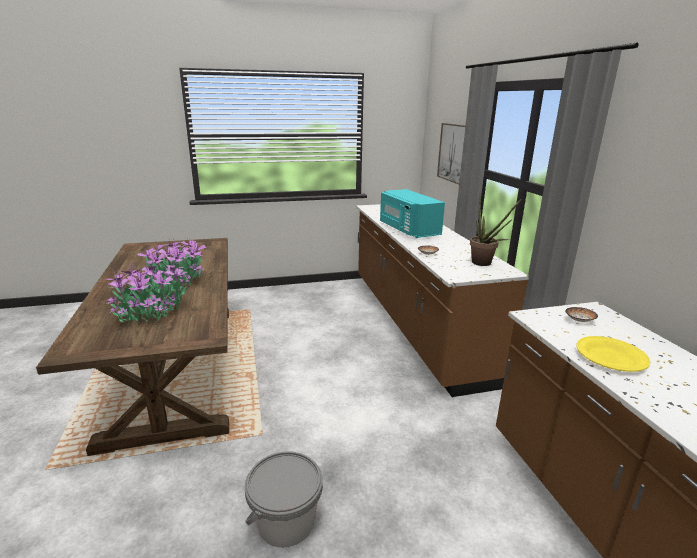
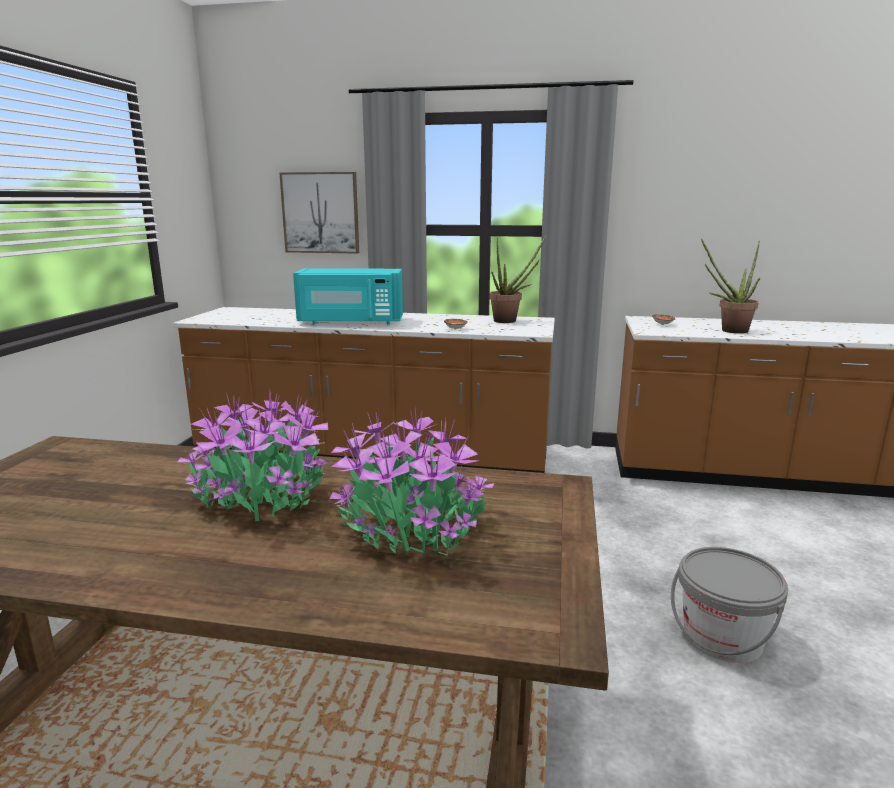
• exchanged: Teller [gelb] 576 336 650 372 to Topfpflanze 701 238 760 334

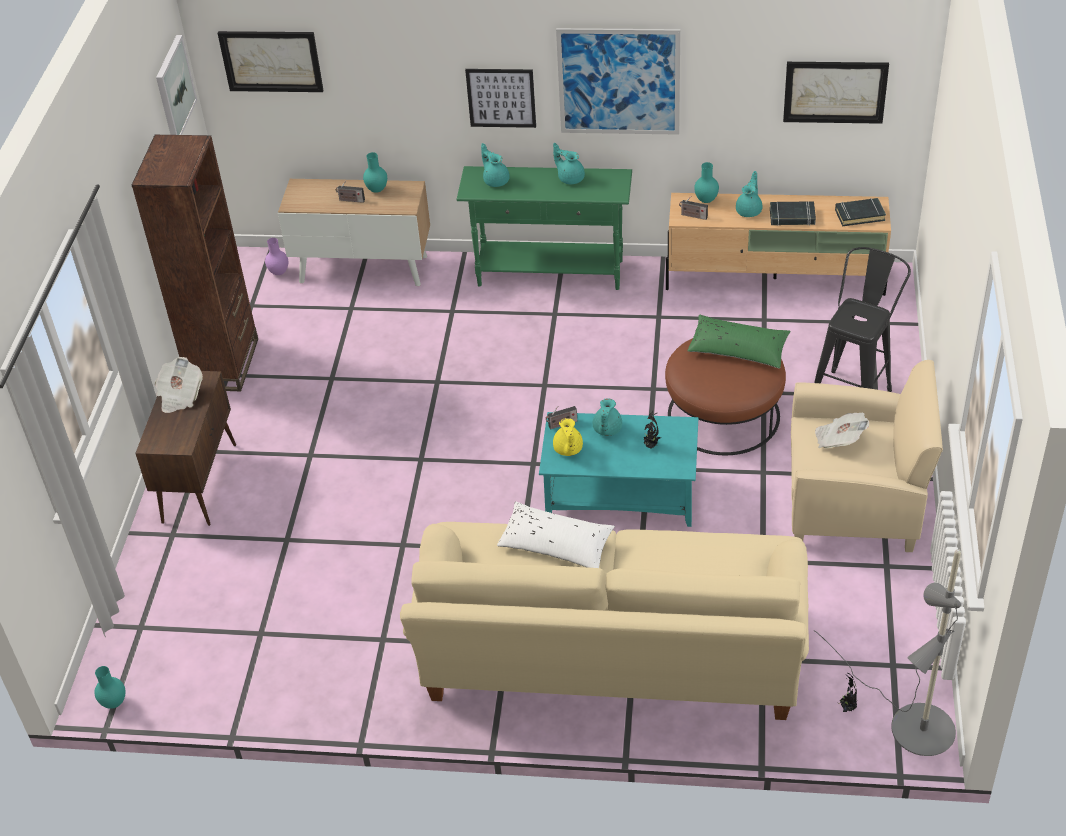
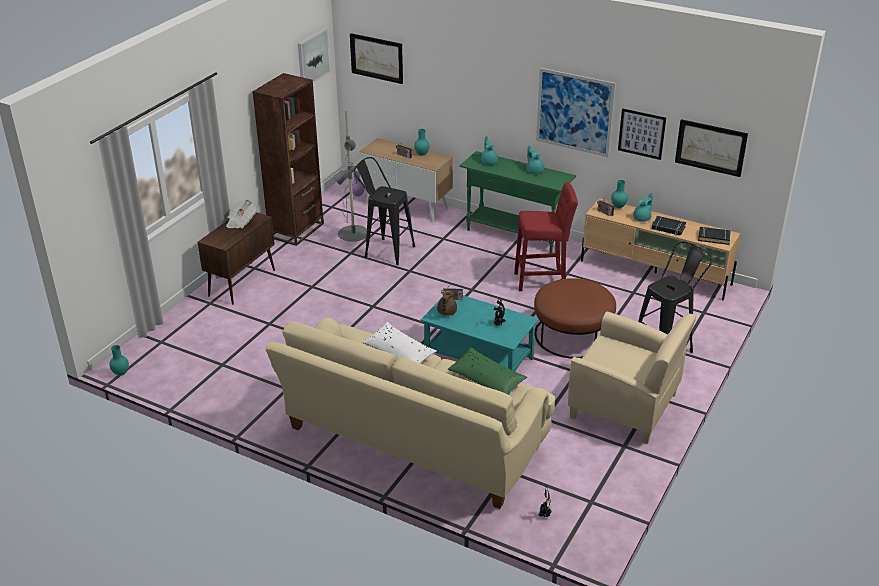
• missing: Teekanne [türkis] 593 398 622 436
• missing: Zeitung 815 413 869 448
• appeared: Hocker [schwarz] 354 157 415 265
• appeared: Hocker [rot] 514 182 578 291
• relocated: Bild 465 69 536 128 to 618 108 666 160
• relocated: Kissen [grün] 687 315 791 369 to 448 347 527 395
• relocated: Stehlampe [grau] 813 549 961 756 to 334 109 367 242
• colour: Teekanne [gelb] 553 418 583 456 to Teekanne [braun] 437 290 457 316

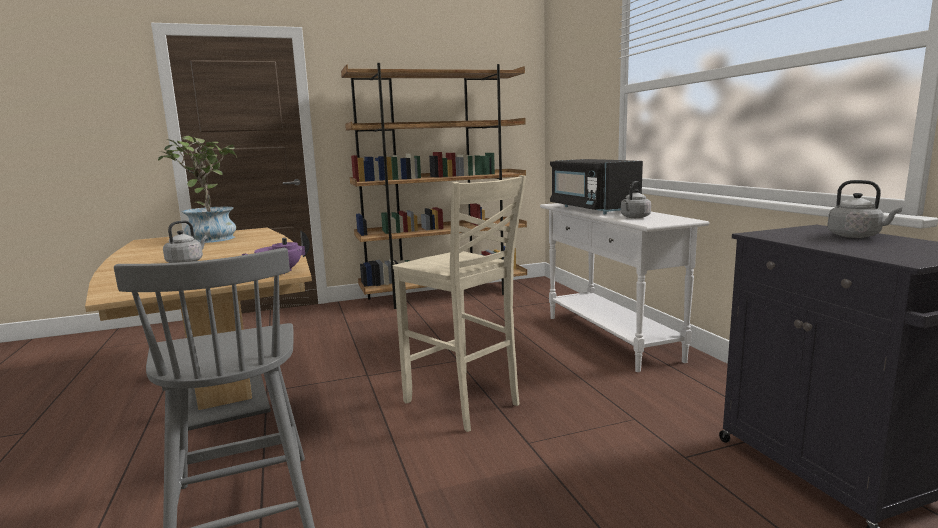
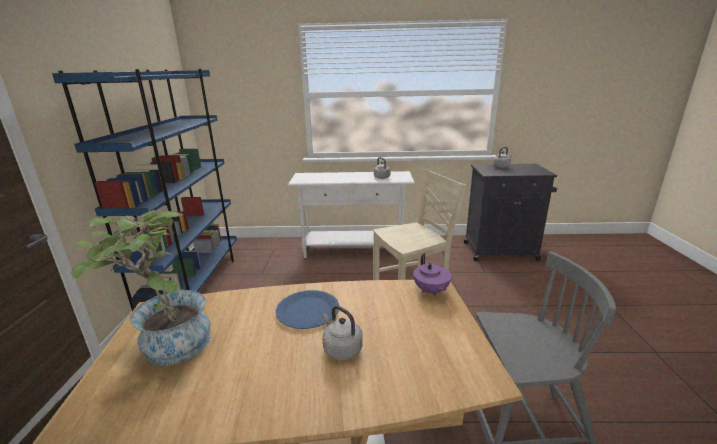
• missing: Mikrowelle [schwarz] 550 159 643 214
• appeared: Teller [blau] 276 290 339 329
• colour: Bücherregal [braun] 341 63 527 309 to Bücherregal [blau] 52 69 237 311

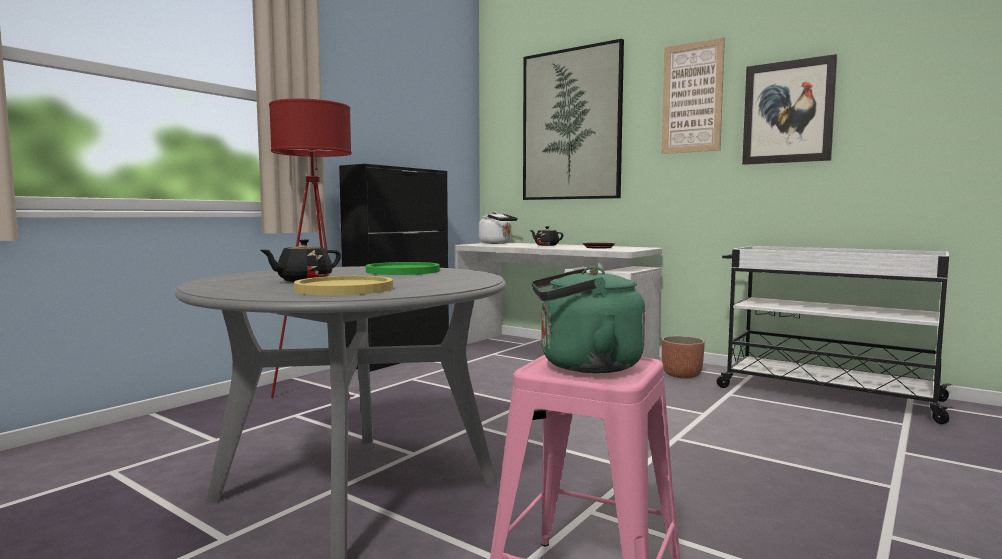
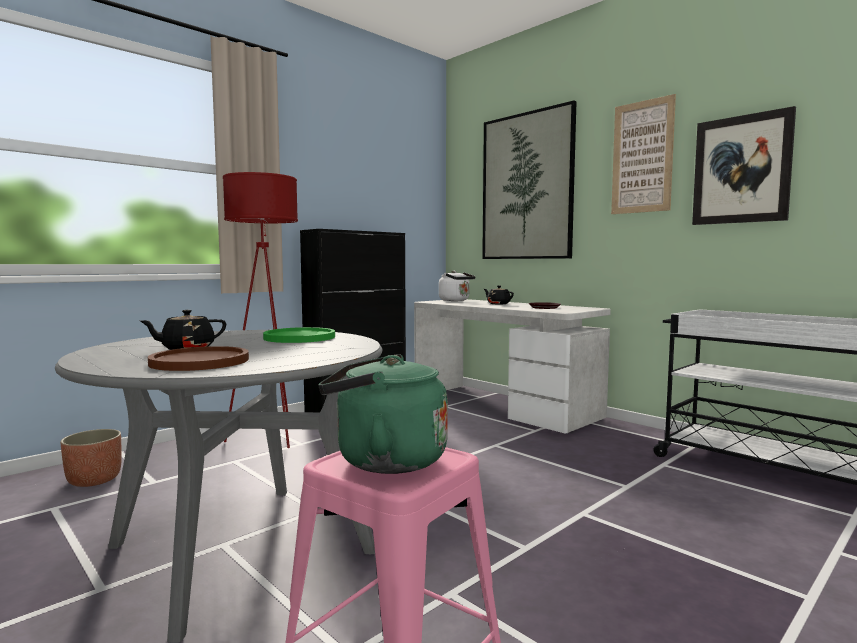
• relocated: Pflanzkübel 662 336 705 378 to 60 429 122 487
• colour: Teller [gelb] 294 276 393 295 to Teller [braun] 148 346 249 371

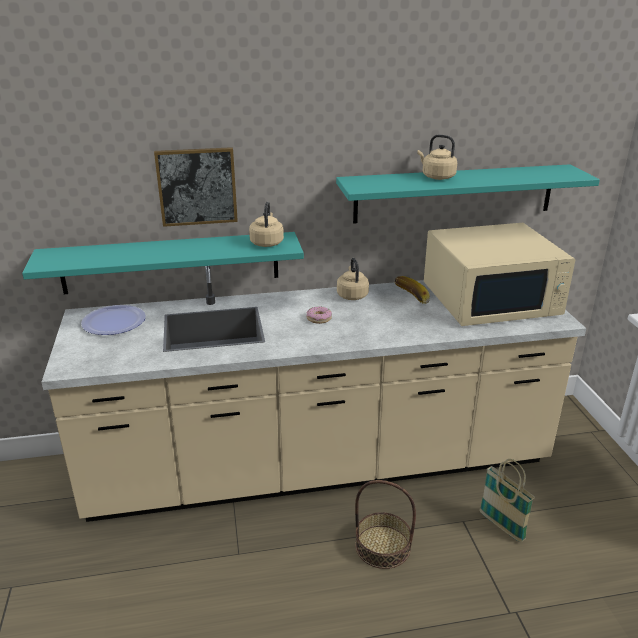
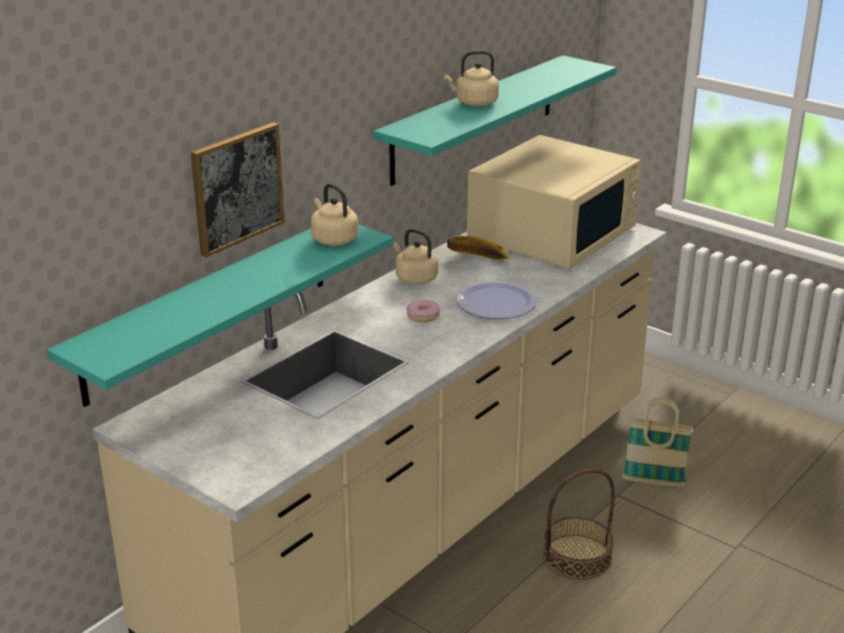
• relocated: Teller 81 305 146 335 to 457 281 537 319

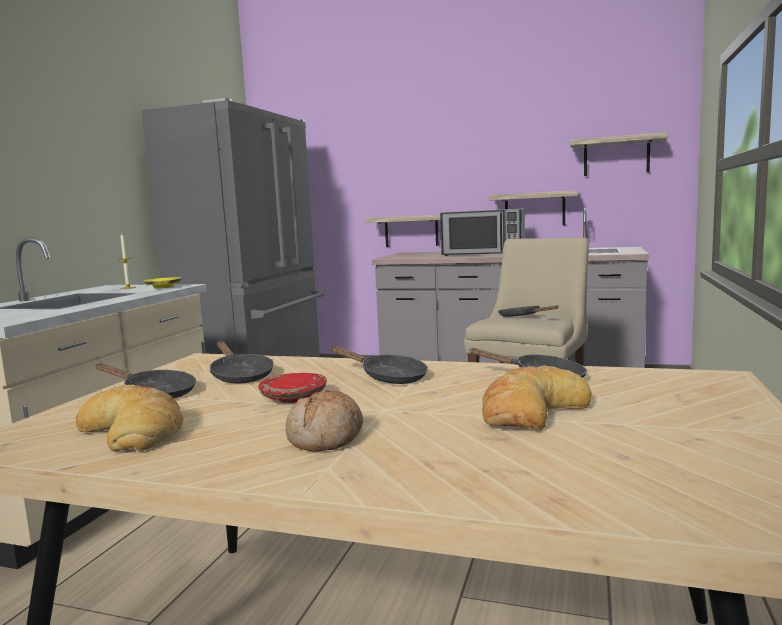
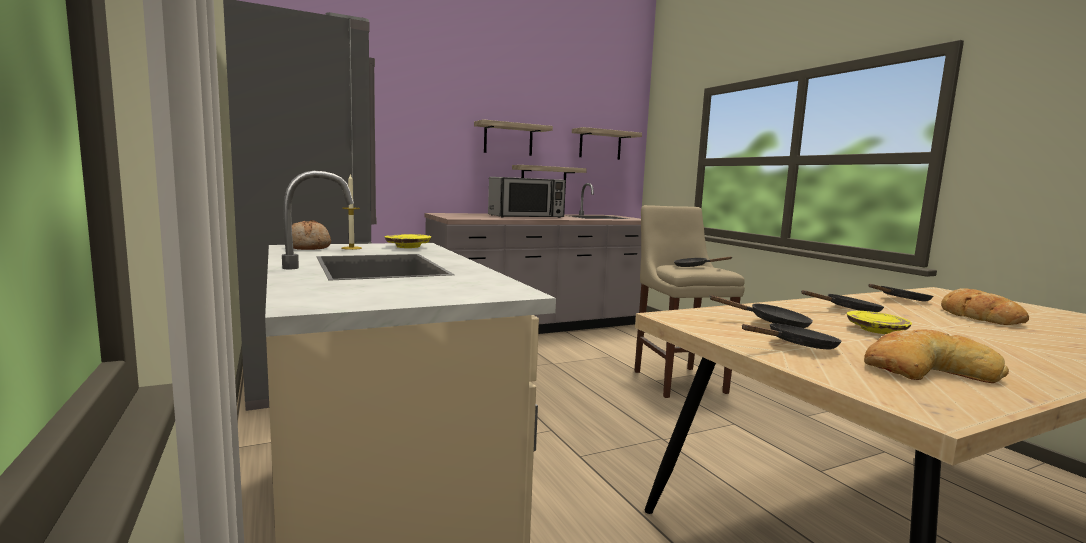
• relocated: Brot 285 390 363 451 to 292 220 331 250
• relocated: Wandregal 366 215 440 247 to 474 119 553 156
• colour: Teller [rot] 258 373 327 403 to Teller [gelb] 847 311 912 334

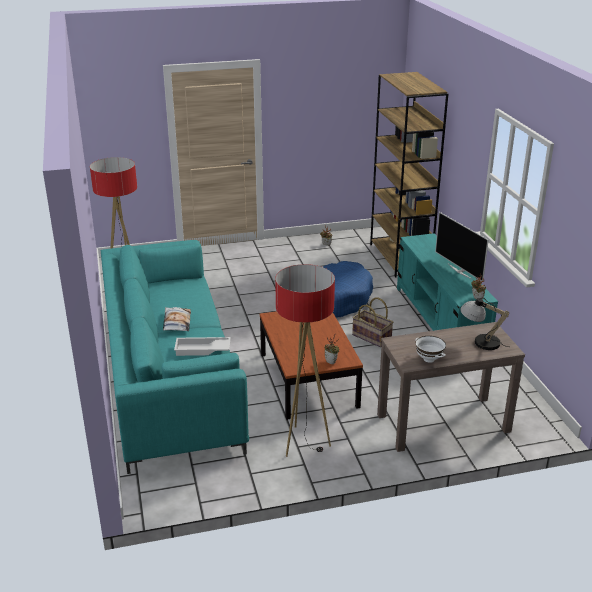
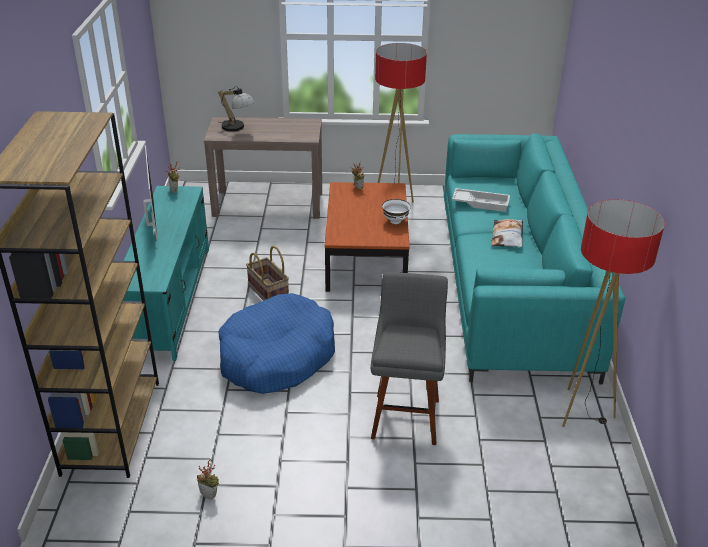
• appeared: Hocker [grau] 371 272 448 445
• relocated: Schüssel [weiß] 415 336 446 363 to 382 199 411 224

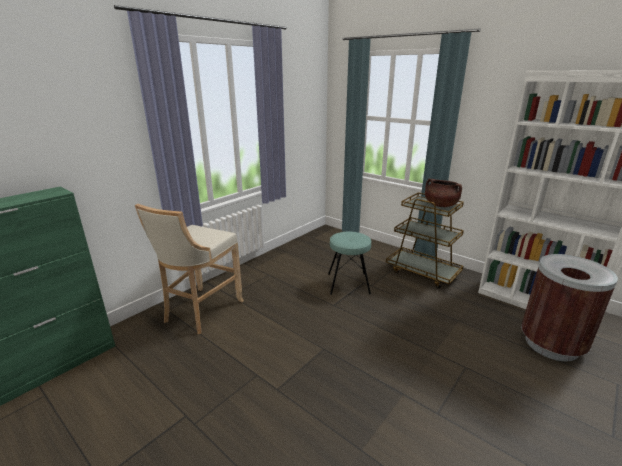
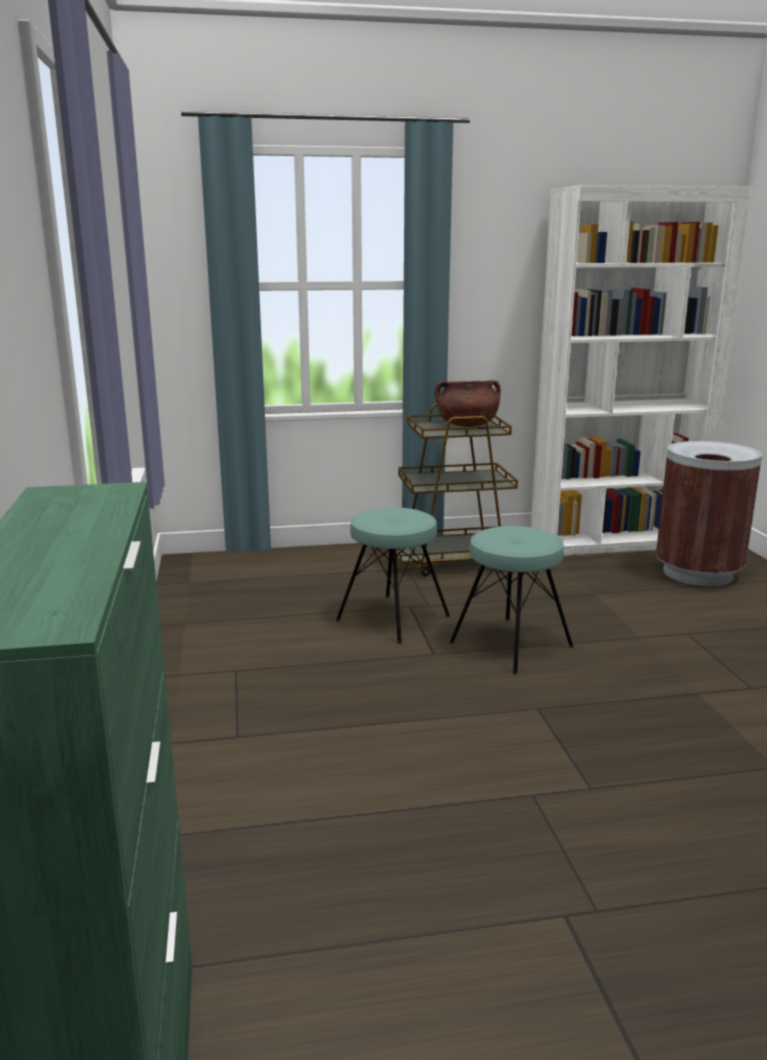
• missing: Hocker [beige] 135 204 244 334
• appeared: Hocker [türkis] 449 526 574 674

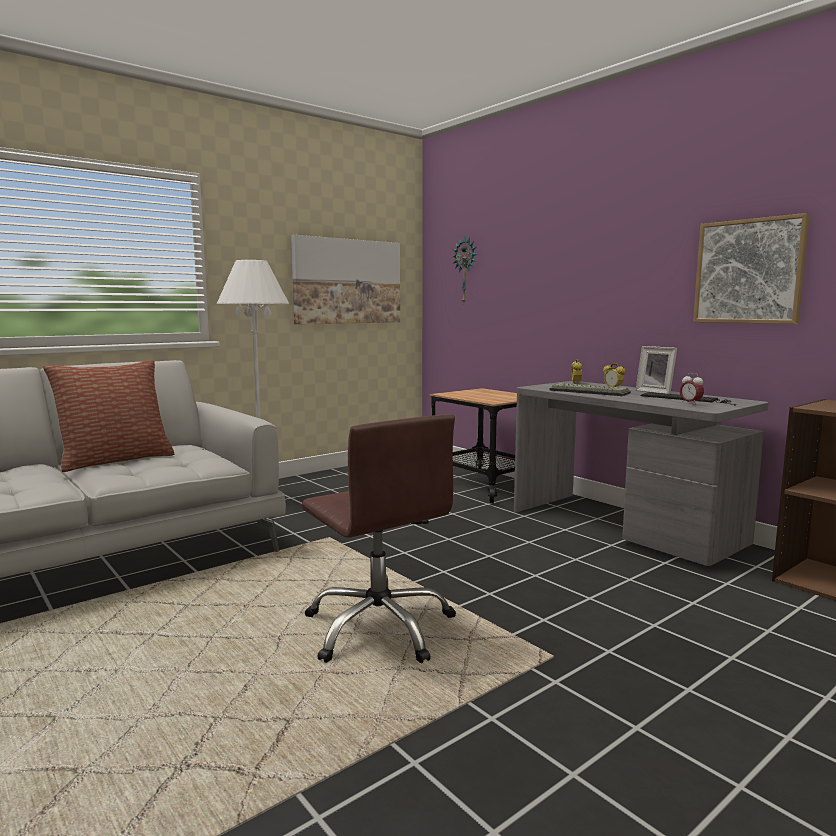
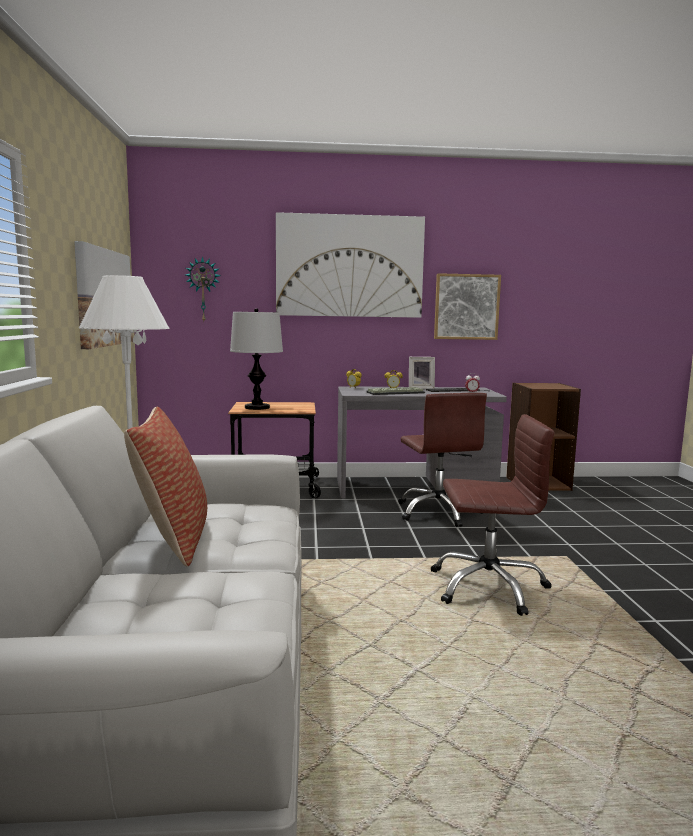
• appeared: Tischlampe 230 308 283 410
• appeared: Bild 276 212 425 318
• appeared: Bürostuhl [braun] 398 393 487 527

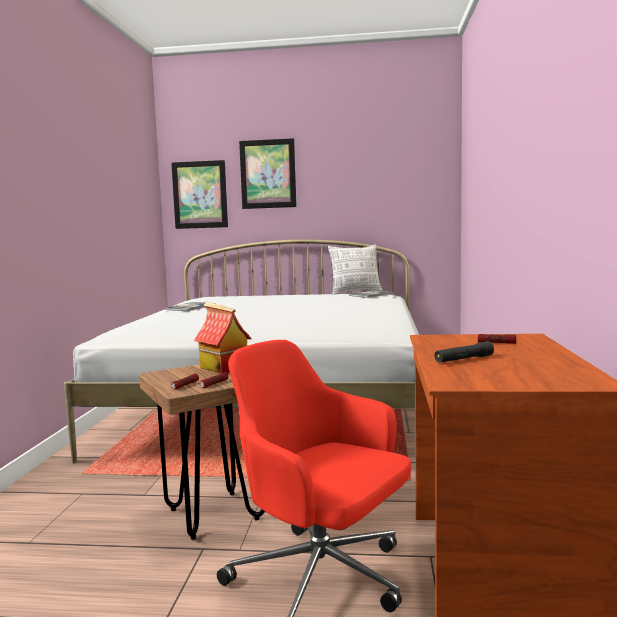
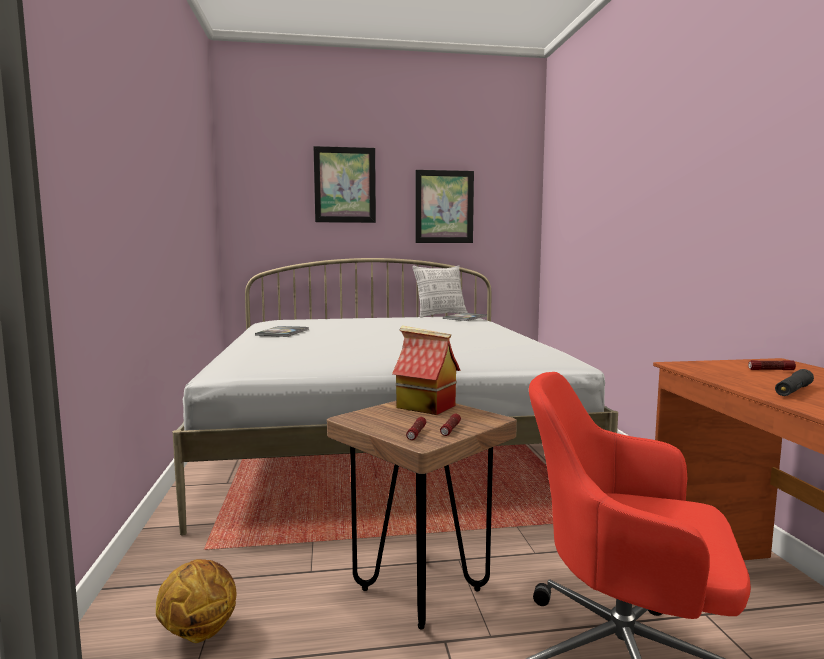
• appeared: Basketball 156 559 236 643
• relocated: Bild 171 160 228 229 to 416 170 474 243

